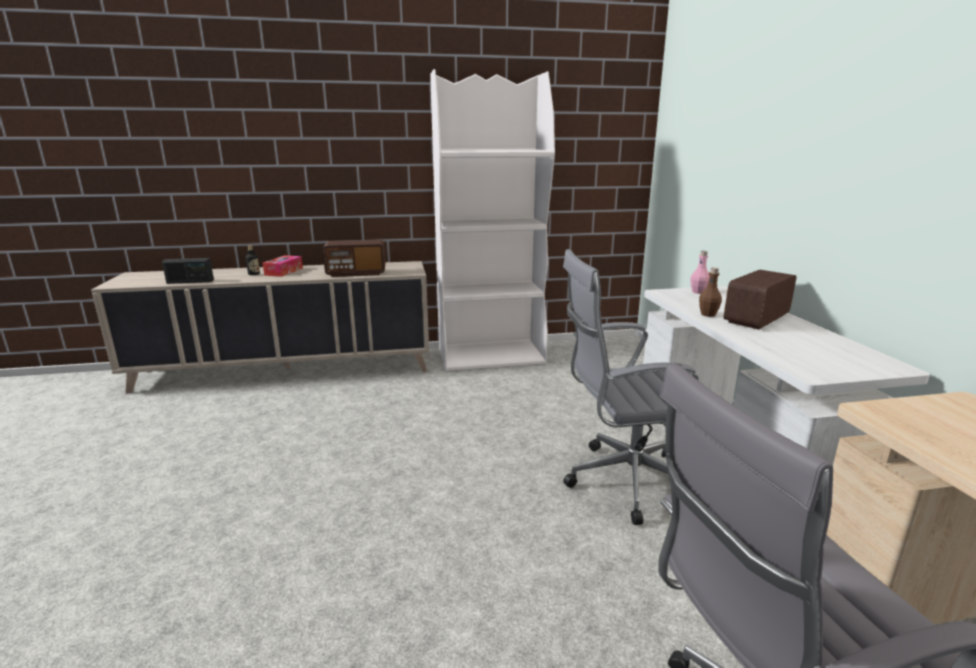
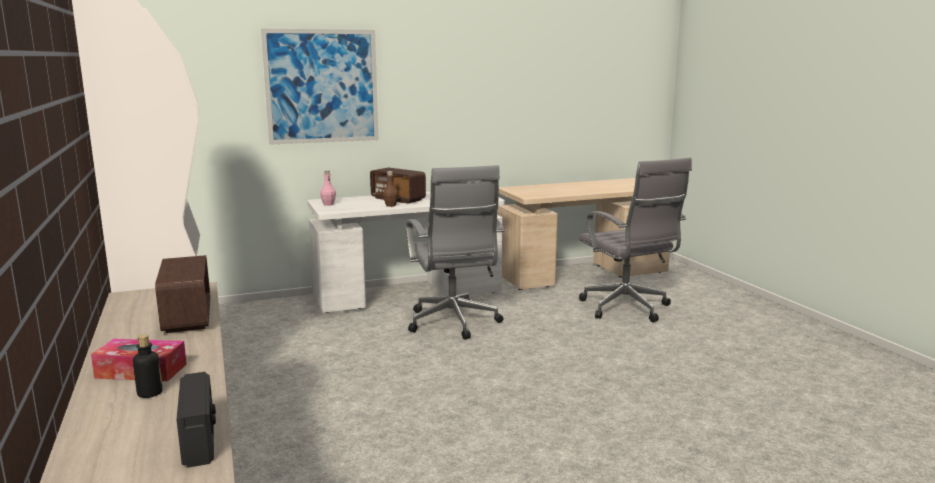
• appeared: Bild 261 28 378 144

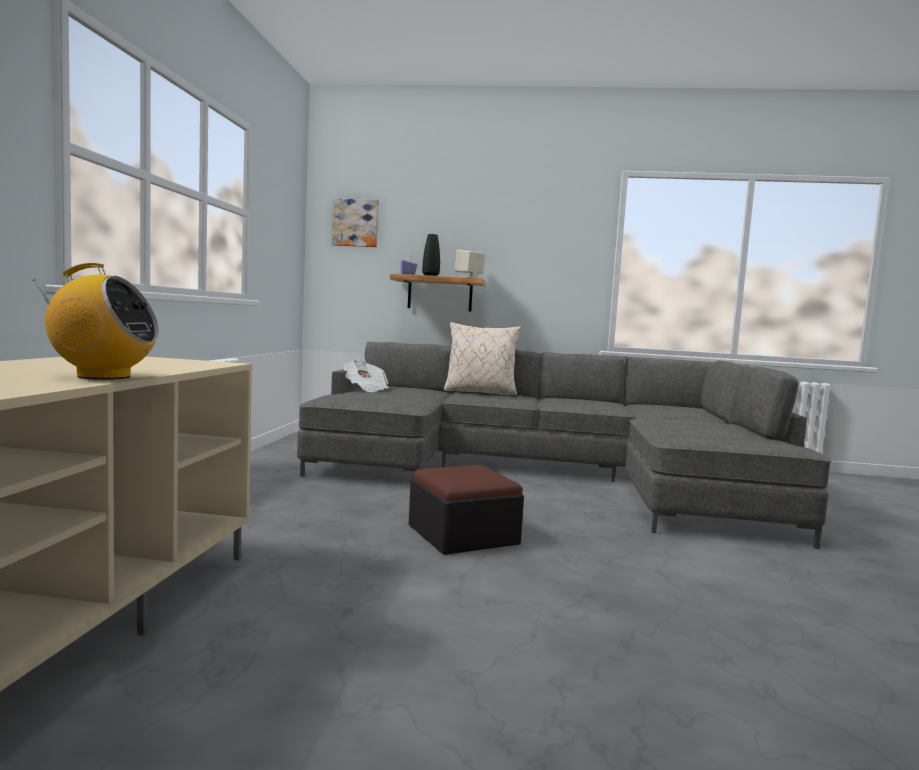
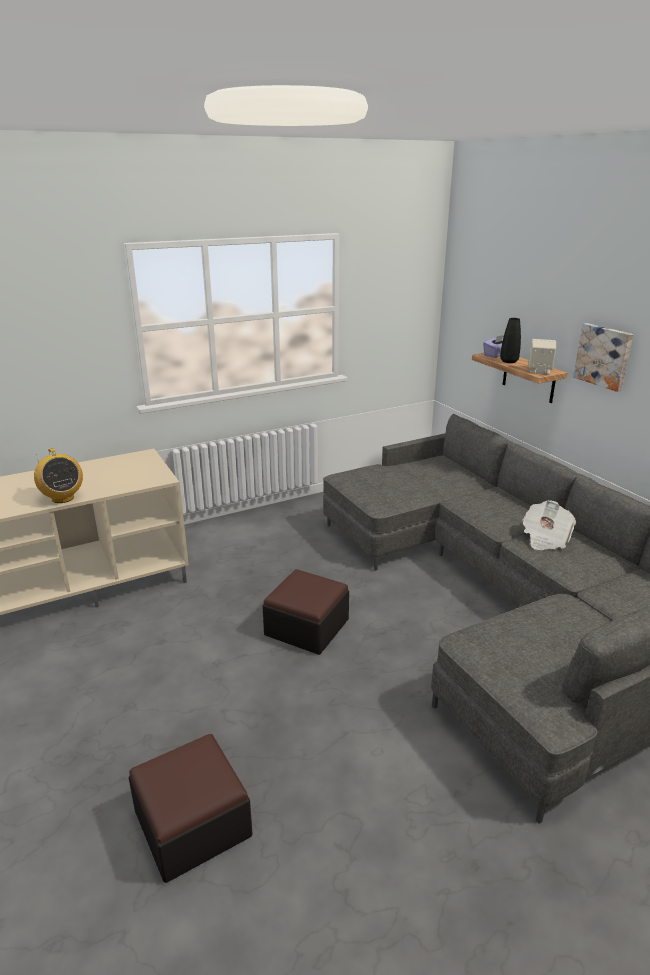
• missing: Kissen [beige] 444 322 521 397
• appeared: Polsterhocker 128 734 253 883
• relocated: Bild 332 198 379 247 to 573 323 633 392
• relocated: Zeitung 344 360 389 392 to 522 500 576 550

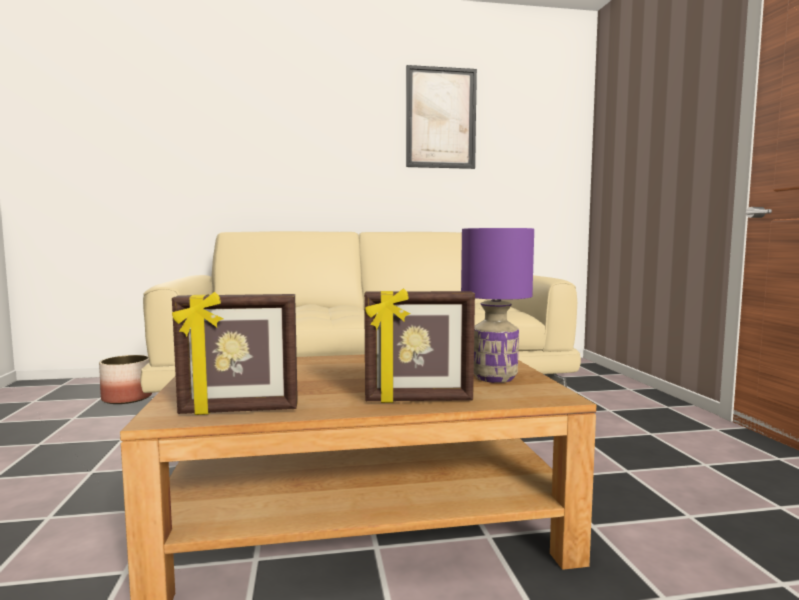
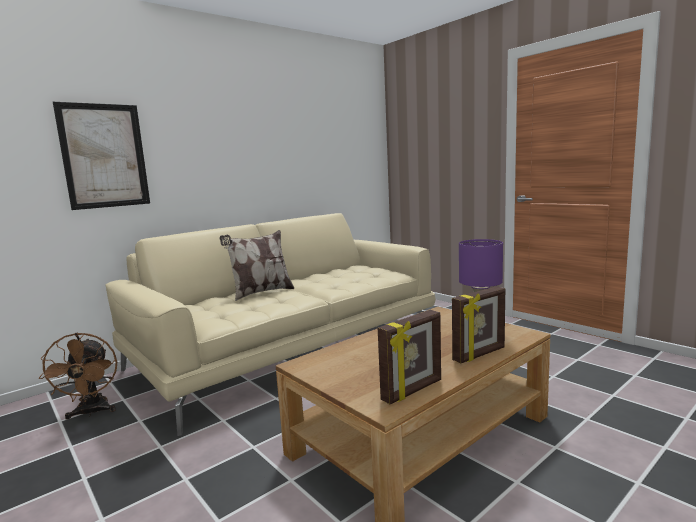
• appeared: Kissen 219 230 295 301
• relocated: Bild 406 65 477 169 to 53 102 150 210
• exchanged: Pflanzkübel 99 355 152 404 to Ventilator [braun] 39 333 117 419

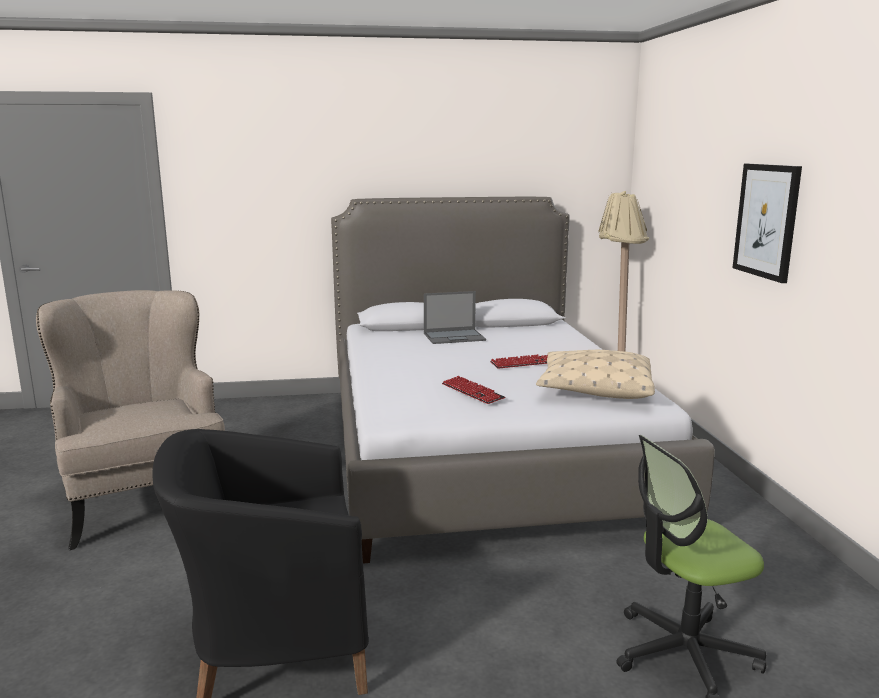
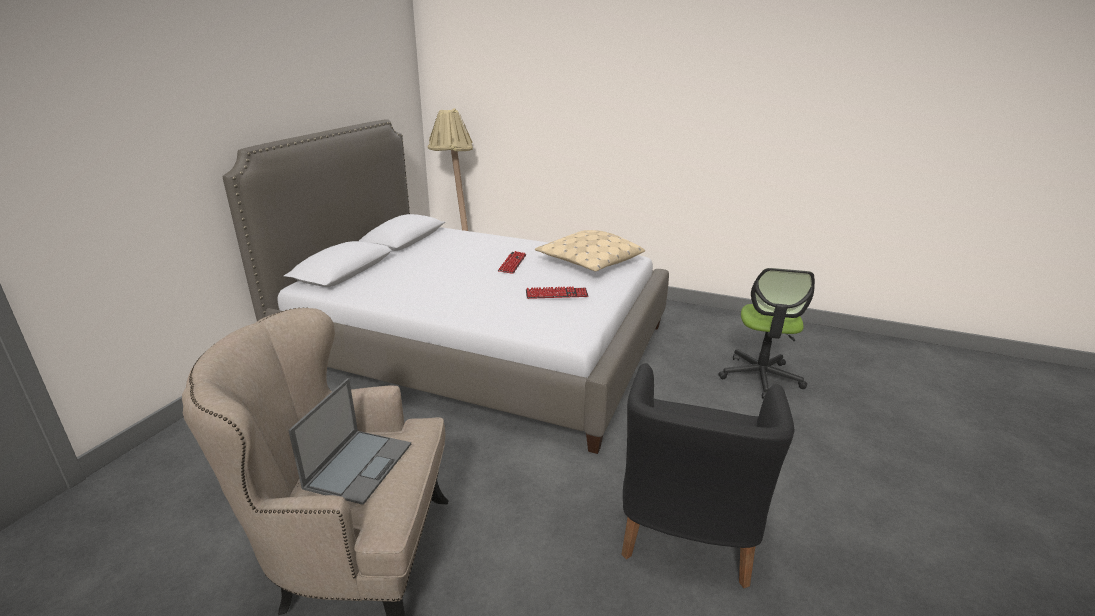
• missing: Bild 733 164 802 283
• relocated: Laptop 424 291 486 344 to 288 378 411 505

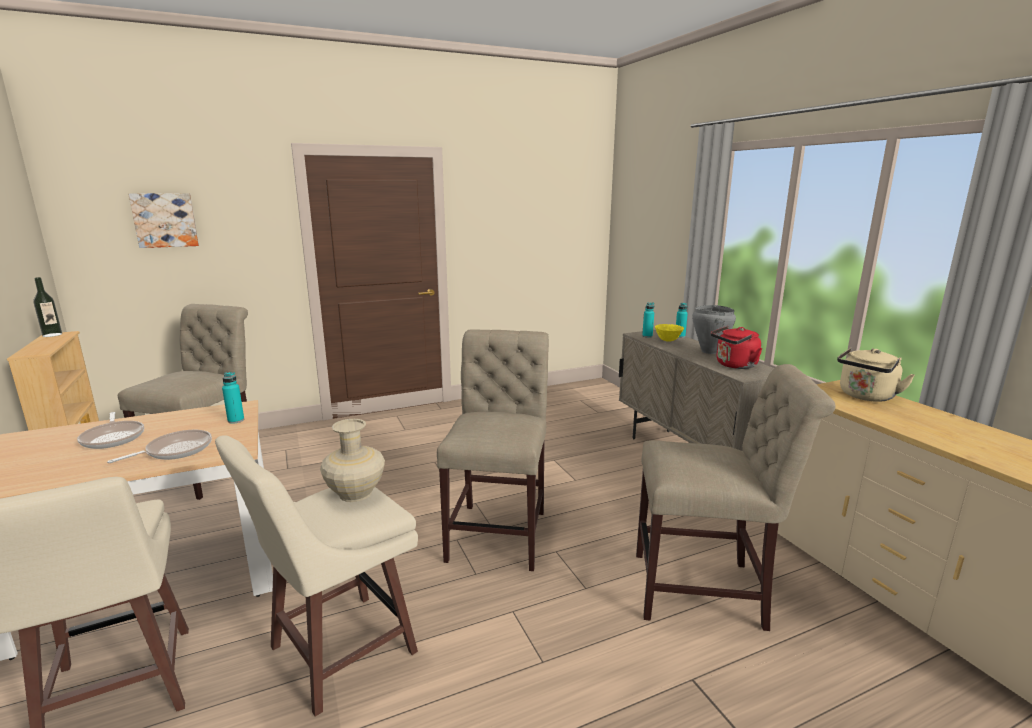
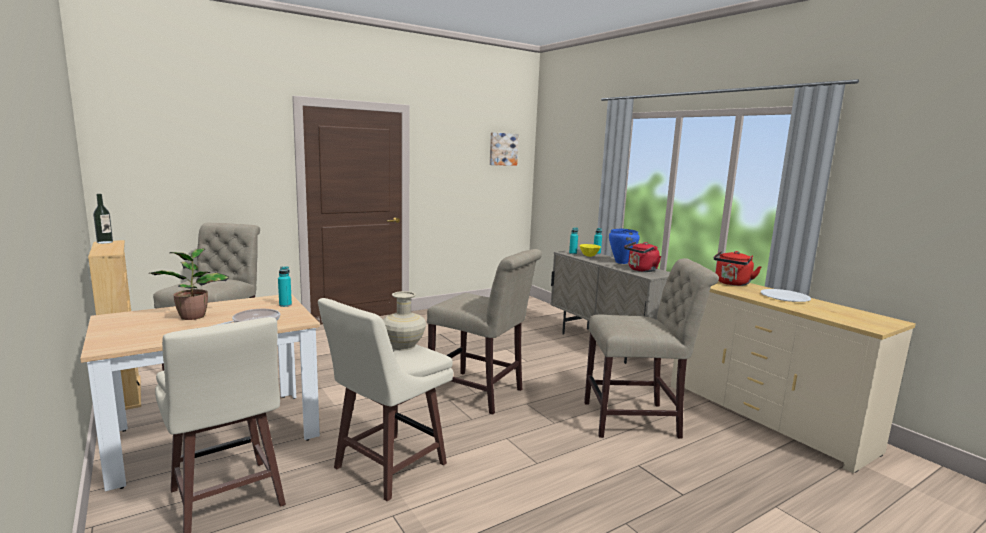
• appeared: Teller [weiß] 761 289 811 302
• relocated: Bild 128 193 199 248 to 490 132 519 166
• exchanged: Pfanne 77 412 144 449 to Topfpflanze 149 248 229 320
• colour: Kochtopf [grau] 692 305 736 354 to Kochtopf [blau] 609 229 640 264
• colour: Wasserkessel [beige] 837 347 915 402 to Wasserkessel [rot] 714 251 761 286
• spun: Stuhl [beige] 437 329 549 571 = 427 249 542 415 120 degrees clockwise

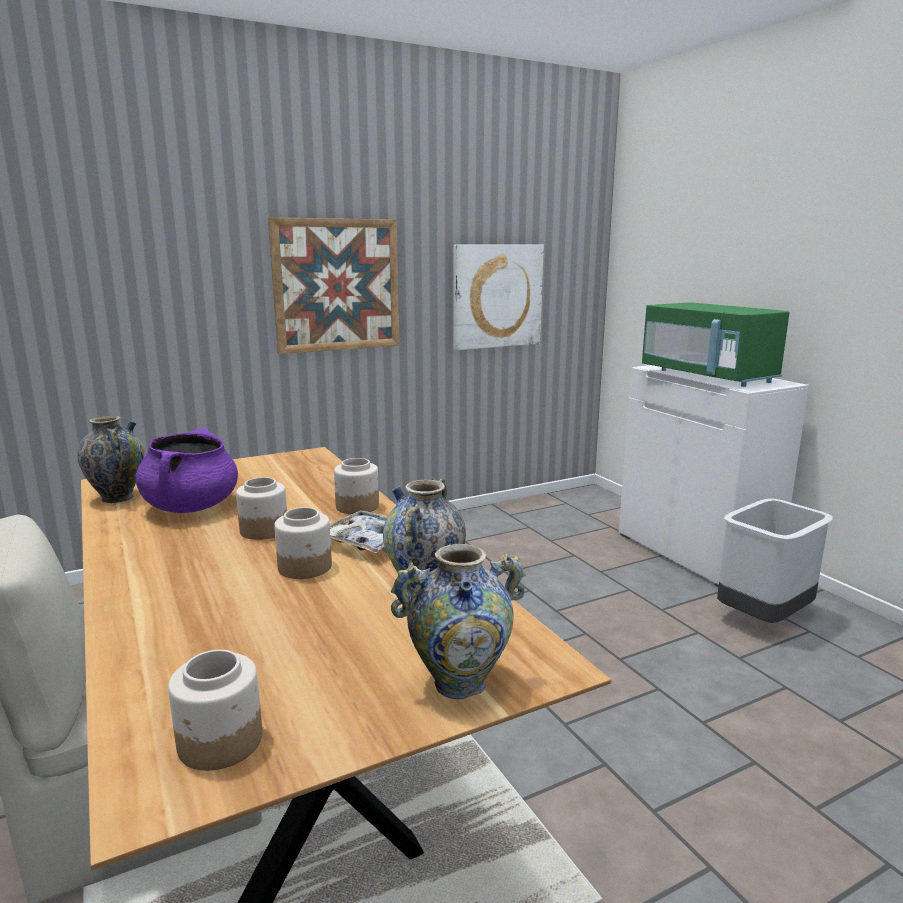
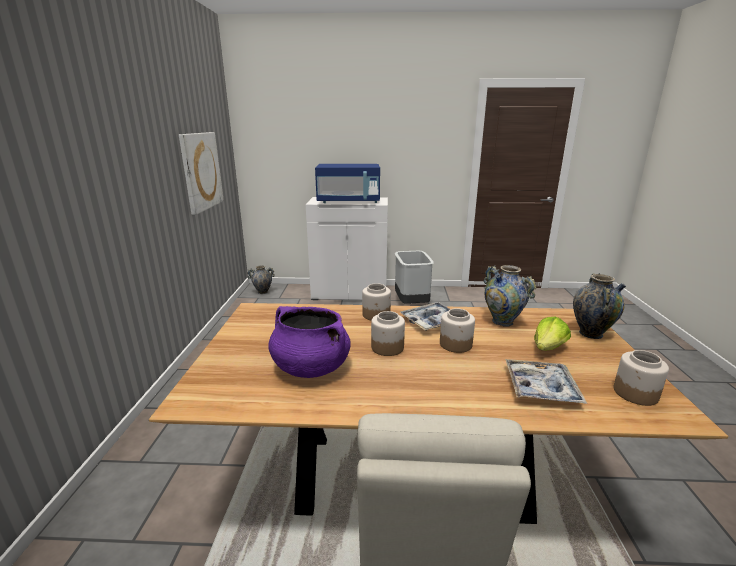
• missing: Bild 268 217 399 354
• appeared: Tablett 505 359 587 404
• appeared: Salatkopf 534 317 571 351
• relocated: Vase 77 416 145 503 to 247 265 275 294
• colour: Mikrowelle [grün] 642 302 789 387 to Mikrowelle [blau] 315 164 380 203

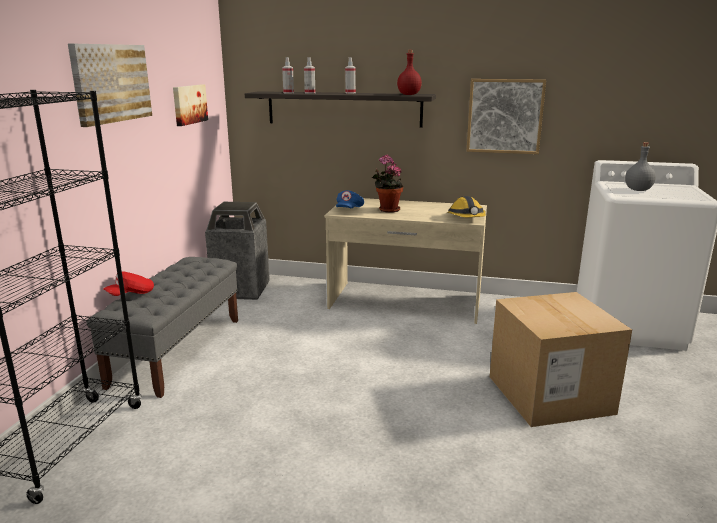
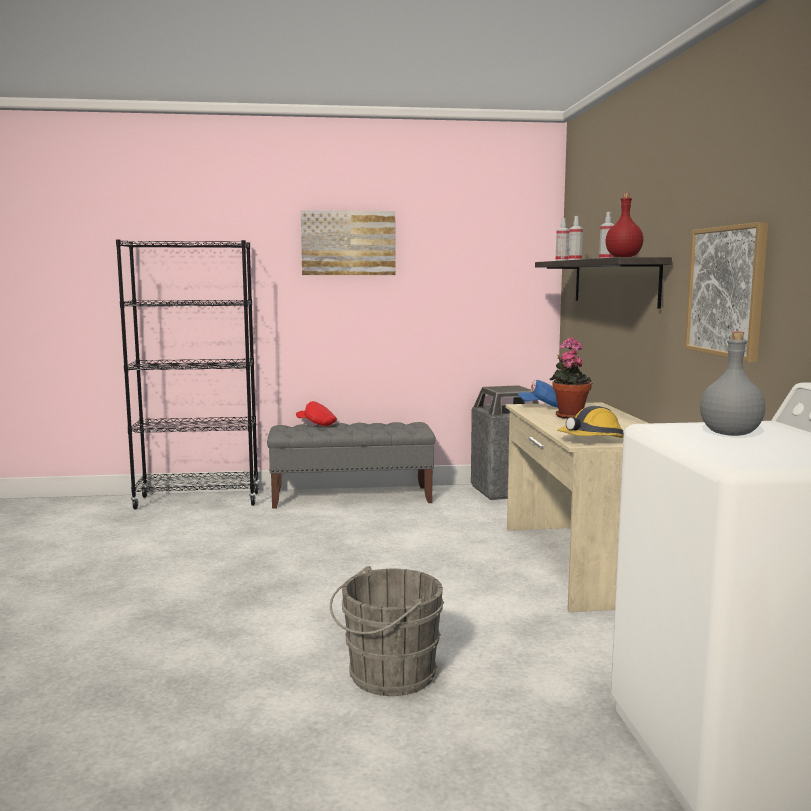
• missing: Bild 173 85 208 126
• exchanged: Karton 490 292 632 427 to Eimer [grau] 330 566 444 696

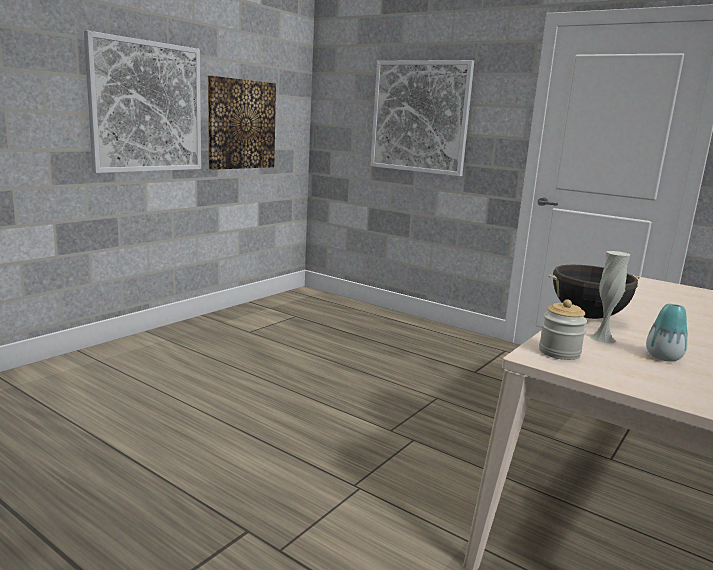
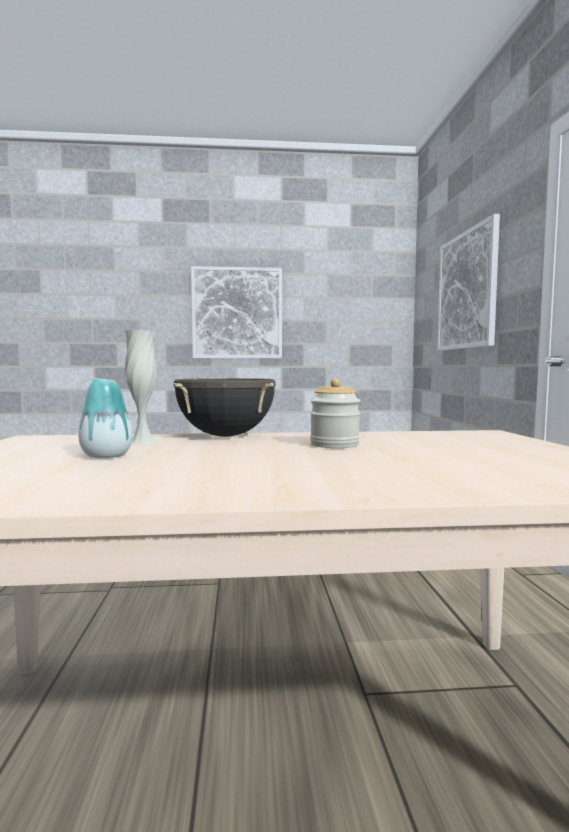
• missing: Bild 208 76 276 170
• relocated: Vorratsglas 539 299 587 360 to 310 378 360 448

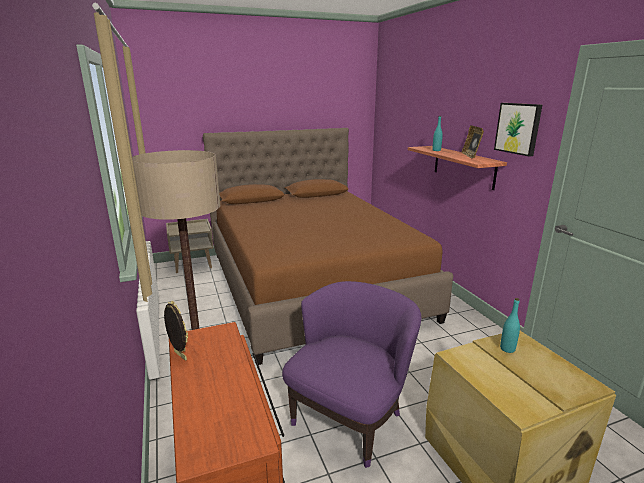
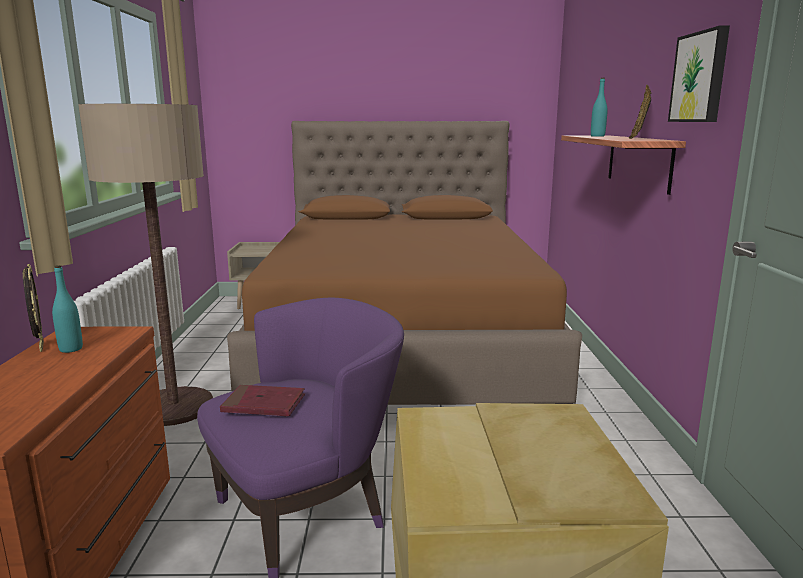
• appeared: Buch [rot] 220 385 305 416
• relocated: Flasche [türkis] 500 298 520 353 to 52 265 83 353

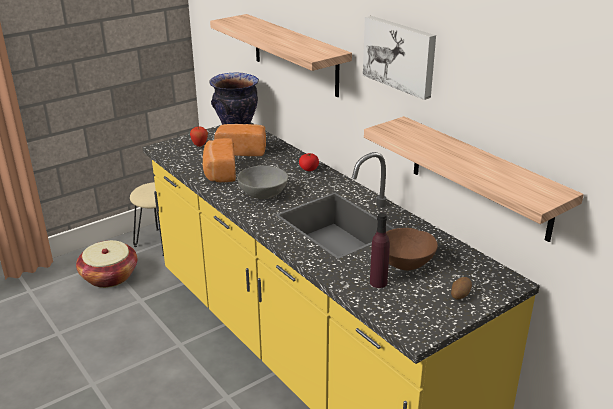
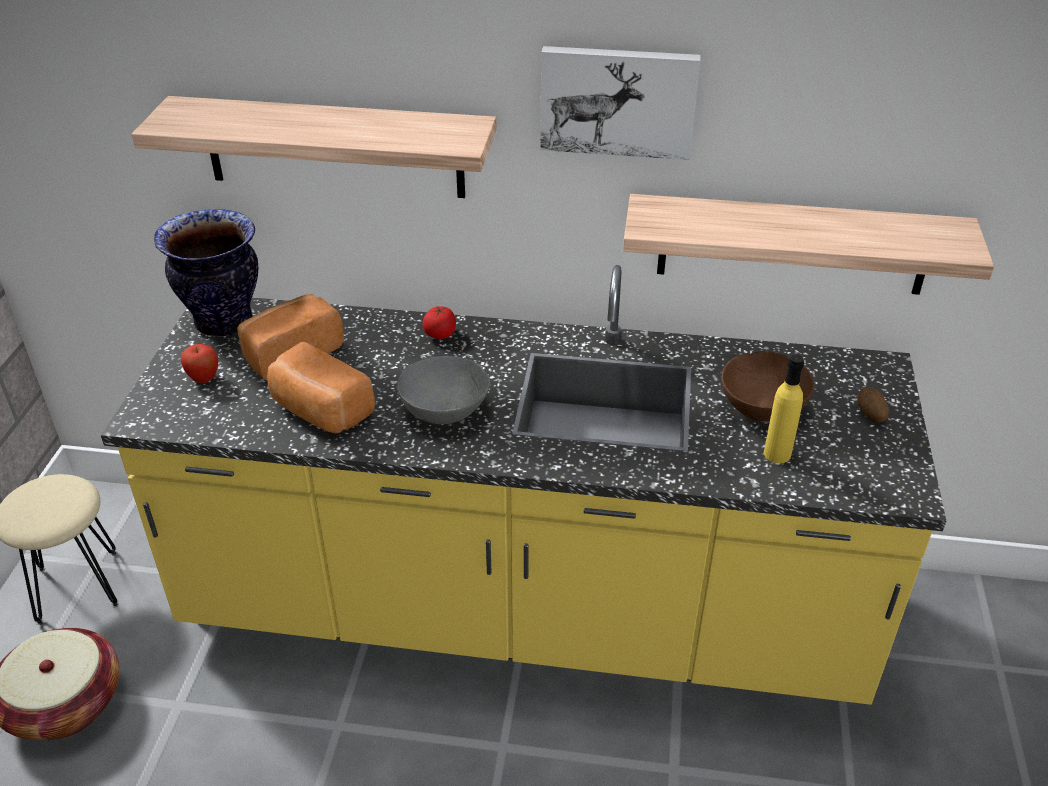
• colour: Flasche [lila] 370 213 390 288 to Flasche [gelb] 764 355 804 463

